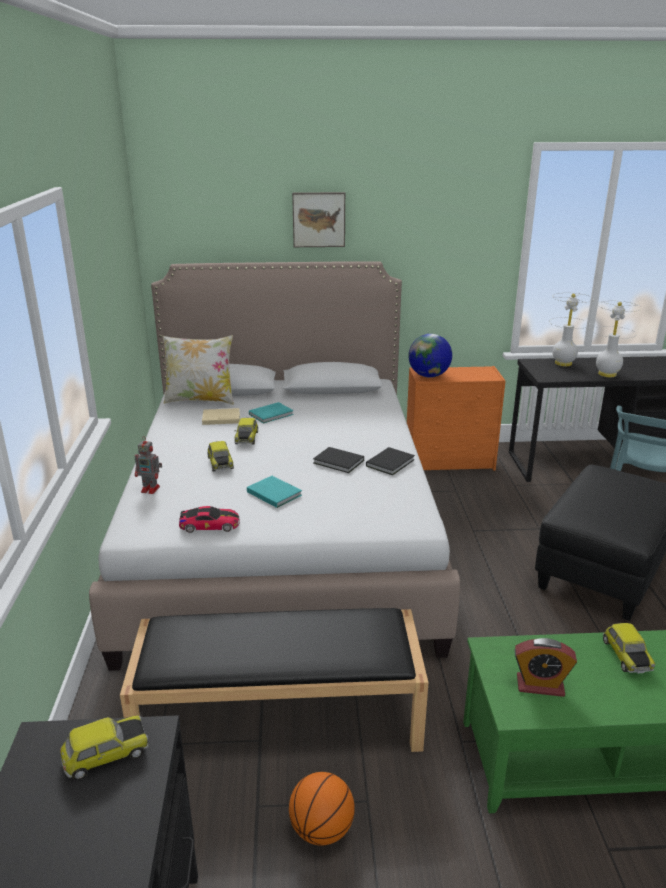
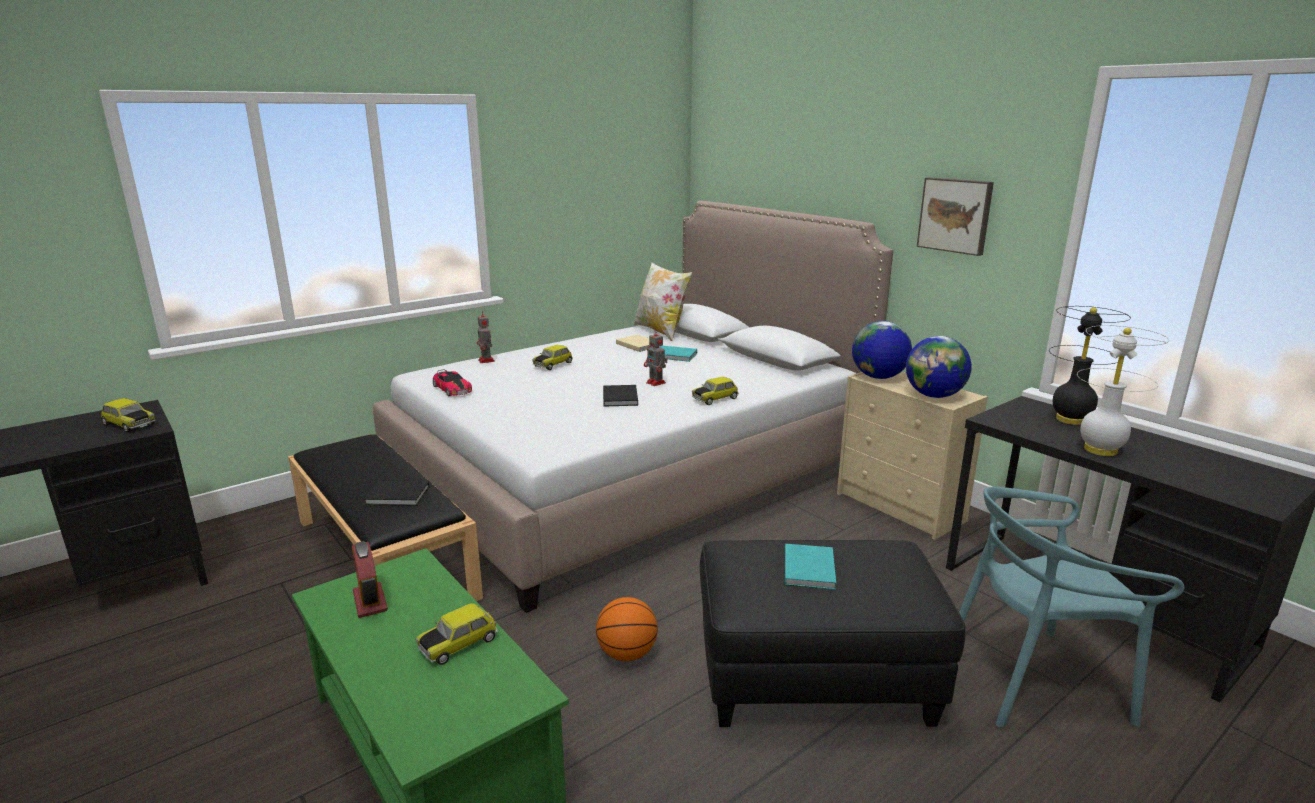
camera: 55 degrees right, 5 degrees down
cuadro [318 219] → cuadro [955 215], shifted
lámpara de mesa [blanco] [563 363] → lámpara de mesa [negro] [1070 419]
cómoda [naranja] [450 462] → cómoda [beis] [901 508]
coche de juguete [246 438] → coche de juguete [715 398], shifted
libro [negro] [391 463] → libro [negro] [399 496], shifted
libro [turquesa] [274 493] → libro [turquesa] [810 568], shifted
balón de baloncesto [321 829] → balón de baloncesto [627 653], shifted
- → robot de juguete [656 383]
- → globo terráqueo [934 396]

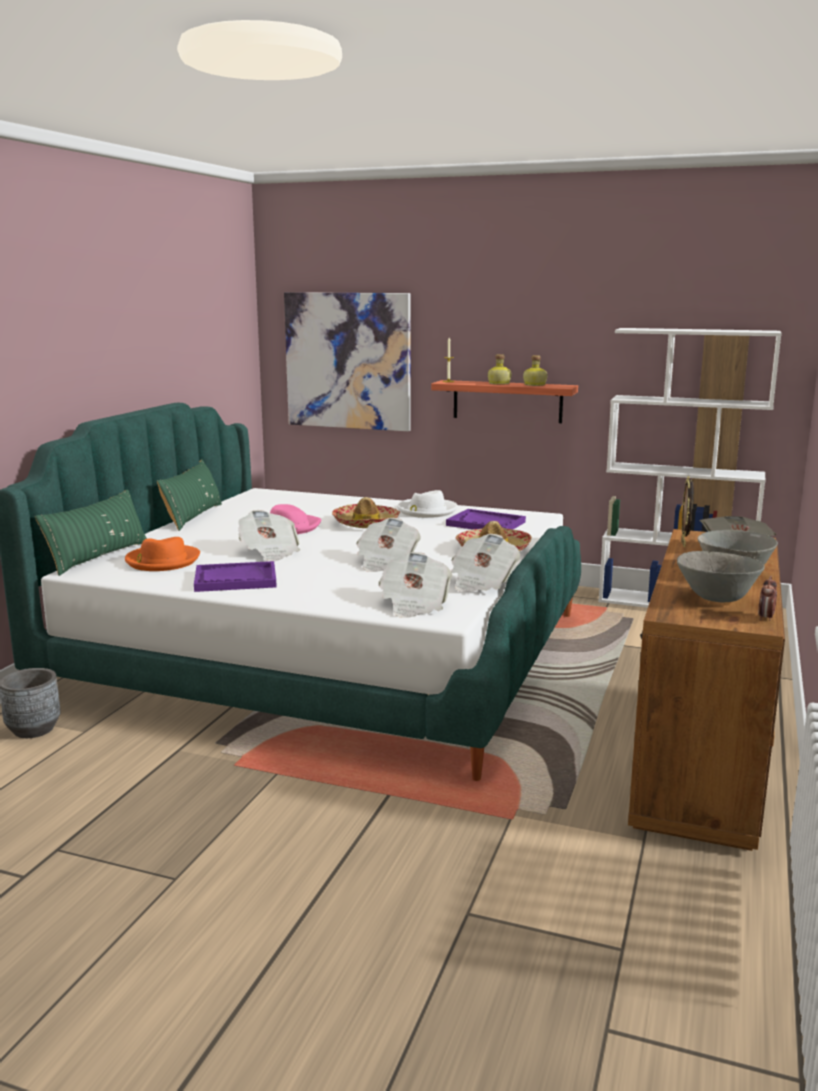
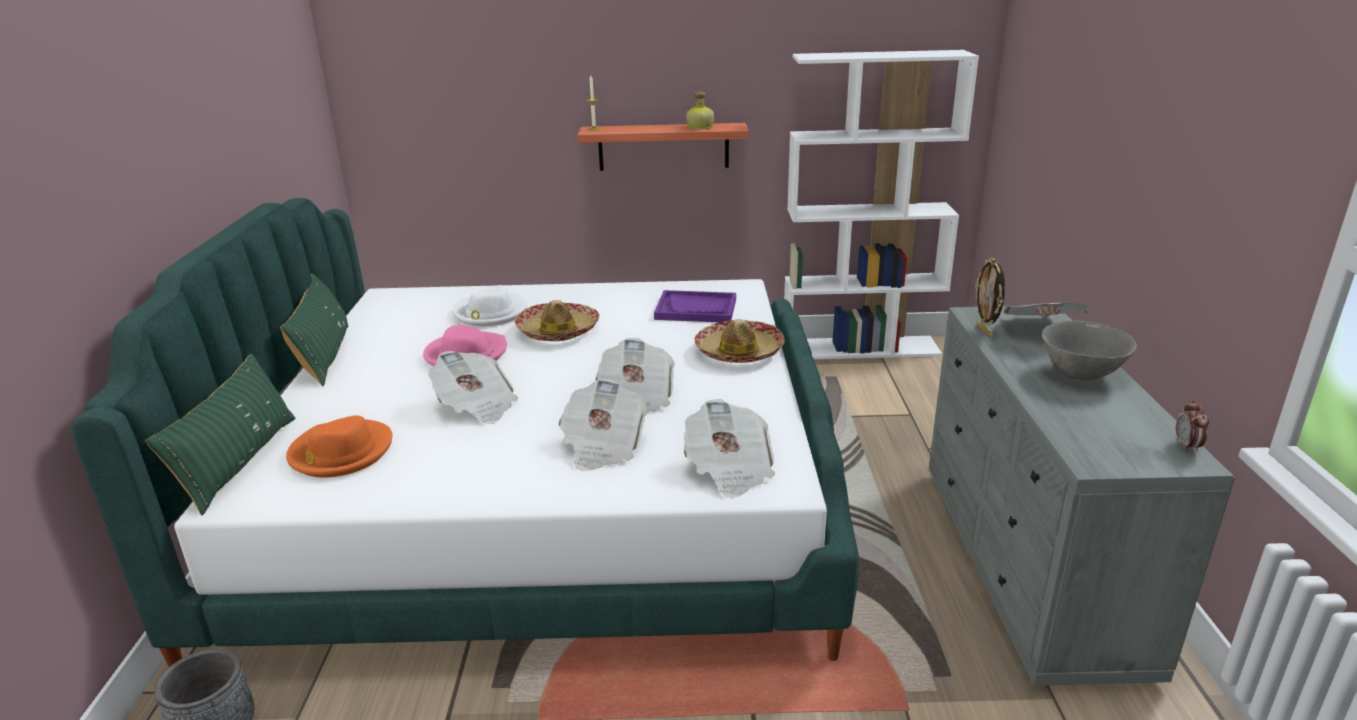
camera: 20 degrees left, 10 degrees up
cuadro [348 361] → -
botella [498 383] → -
sombrero [blanco] [426 511] → sombrero [blanco] [490 313], shifted
cómoda [marrón] [700 762] → cómoda [gris] [1029 566]
periódico [482 582] → periódico [602 446], shifted
cuenco [gris] [716 599] → -
bandeja [morado] [235 579] → -

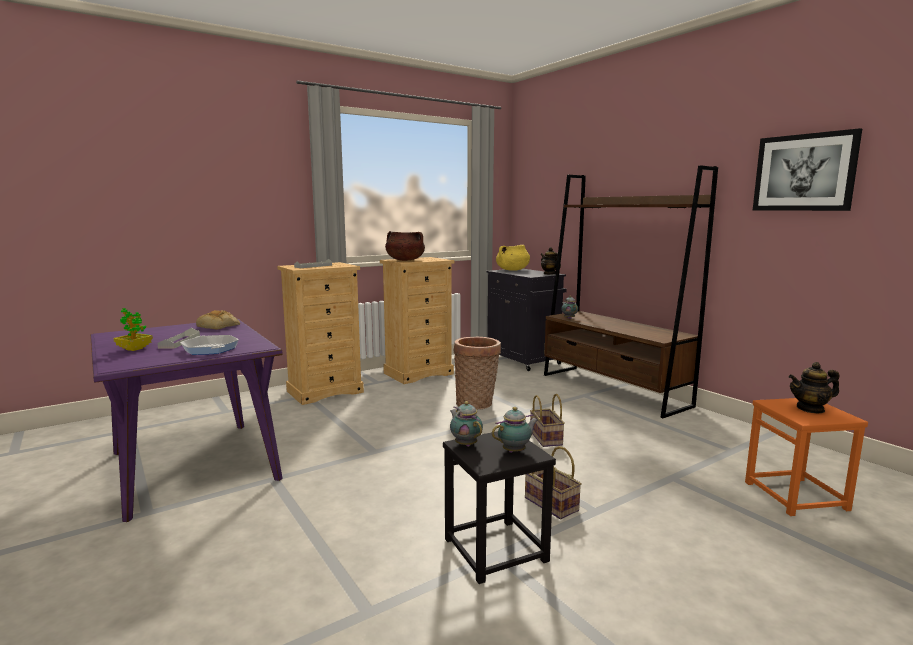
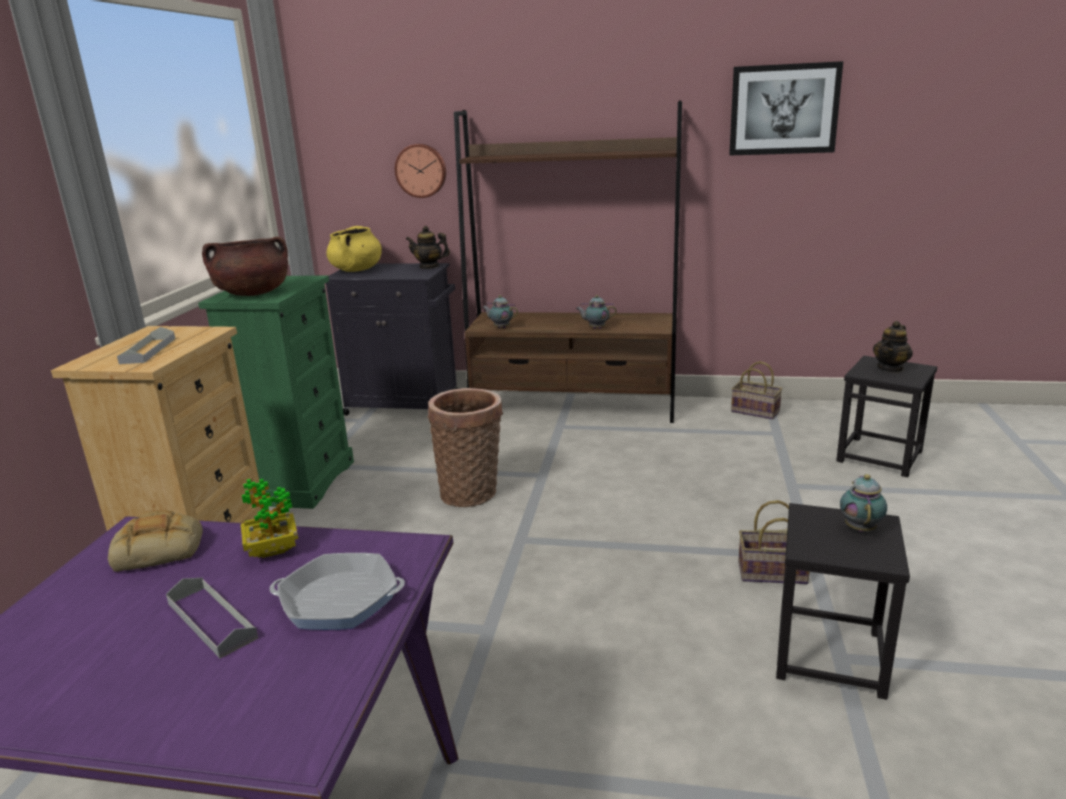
camera: 45 degrees left, 10 degrees up
cómoda [beis] [418 373] → cómoda [verde] [300 481]
planta en maceta [134 349] → planta en maceta [272 549], shifted
cesta [547 438] → cesta [756 411], shifted
taburete [naranja] [796 496] → taburete [negro] [879 456]
tetera [465 444] → tetera [596 328], shifted
- → reloj de pared [421 170]

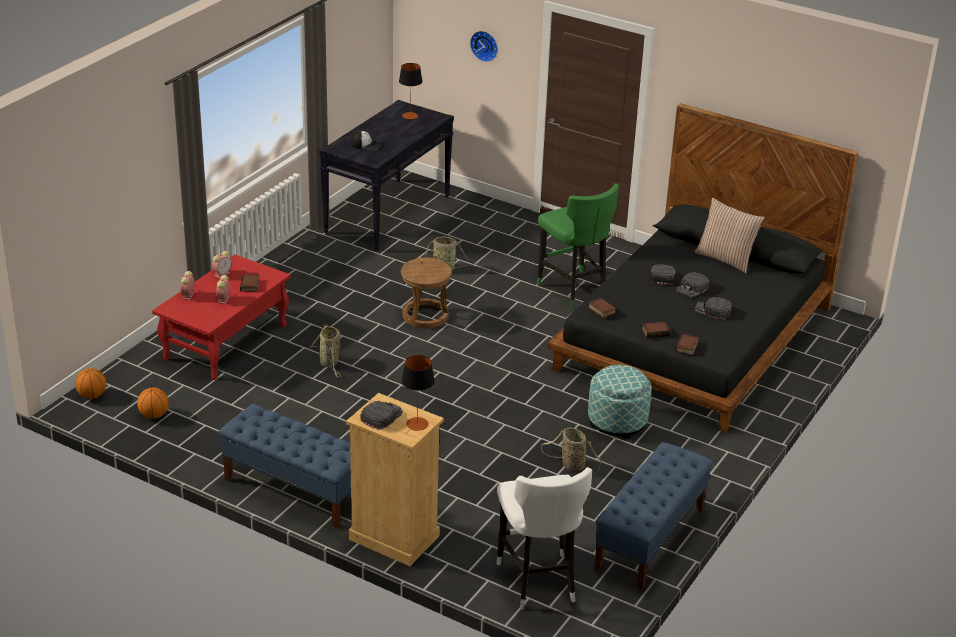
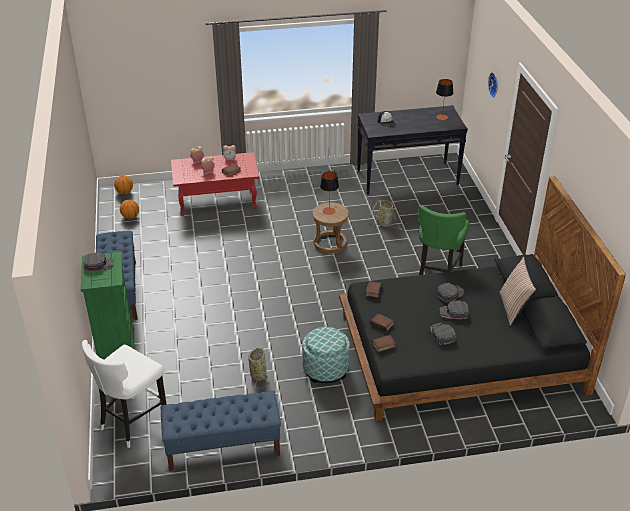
camera: 50 degrees right, 5 degrees up
cesta [329 363] → -
lámpara de mesa [417 424] → lámpara de mesa [329 211], shifted
cómoda [beis] [393 537] → cómoda [verde] [115 346]

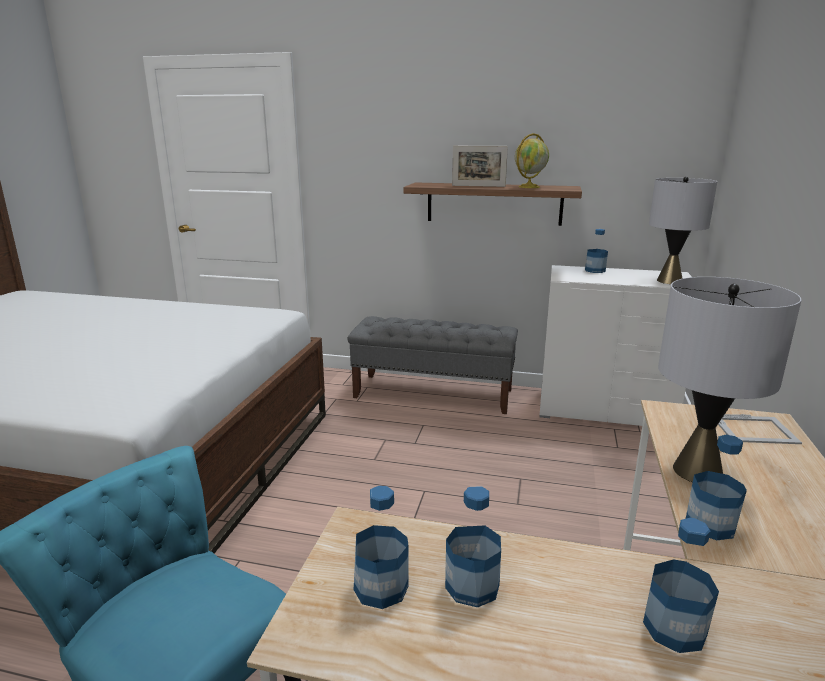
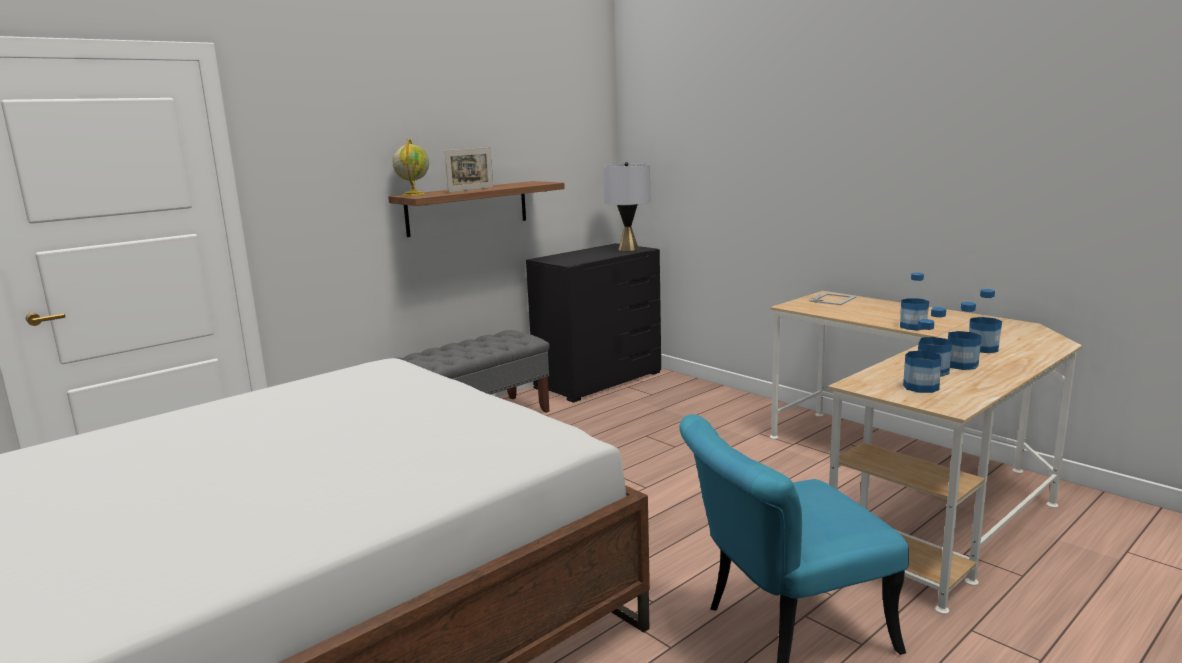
camera: 55 degrees left, 5 degrees down
globo terráqueo [529 187] → globo terráqueo [413 194], shifted
botella [595 270] → botella [961 365], shifted
cómoda [blanco] [604 409] → cómoda [negro] [597 380]
lámpara de mesa [gris] [698 472] → -

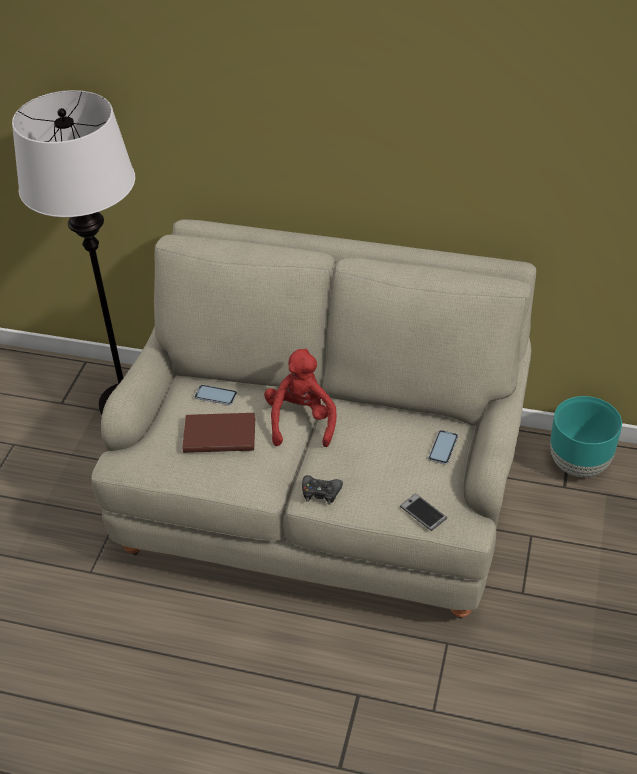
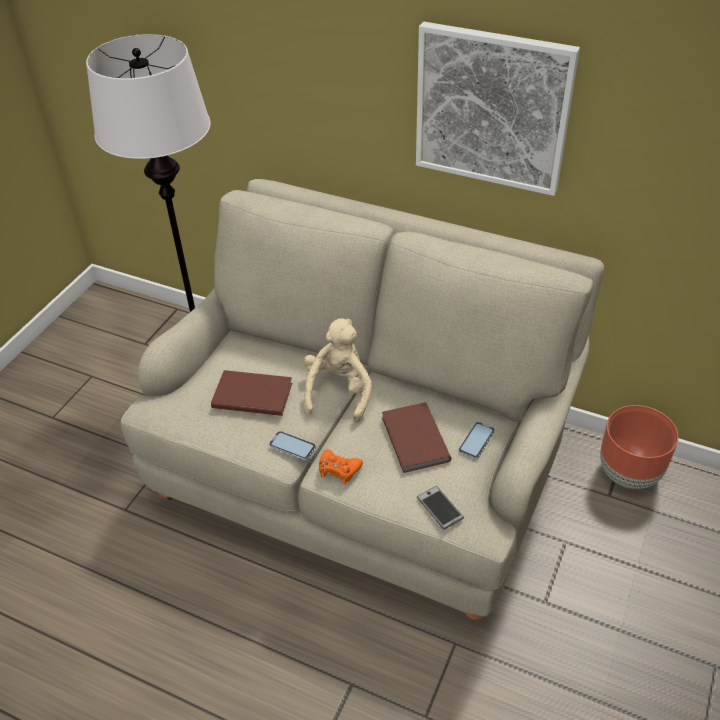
camera: 10 degrees right, 0 degrees up
peluche [rojo] [301 420] → peluche [beis] [339 392]
móvil [216 395] → móvil [292 446], shifted
maceta [turquesa] [579 464] → maceta [marrón] [629 474]
mando de consola [negro] [321 492] → mando de consola [naranja] [338 469]
- → cuadro [492 108]
- → libro [marrón] [413 440]

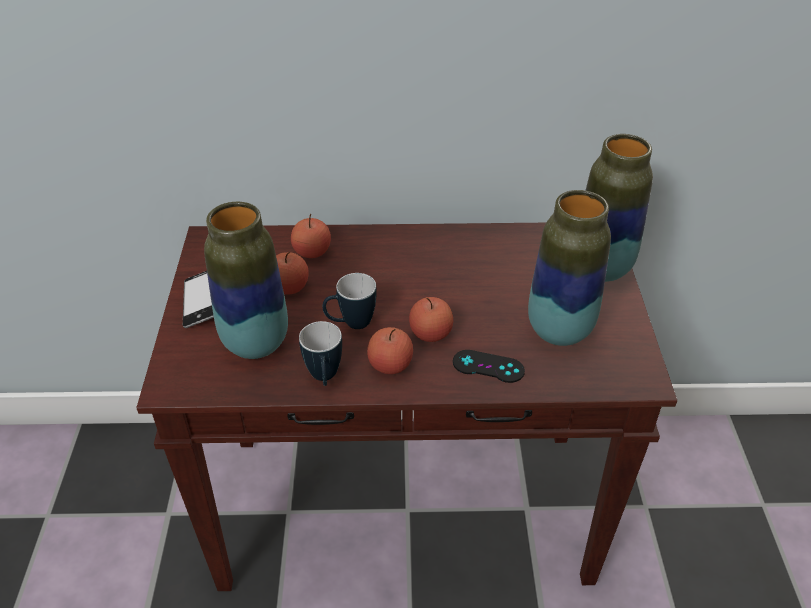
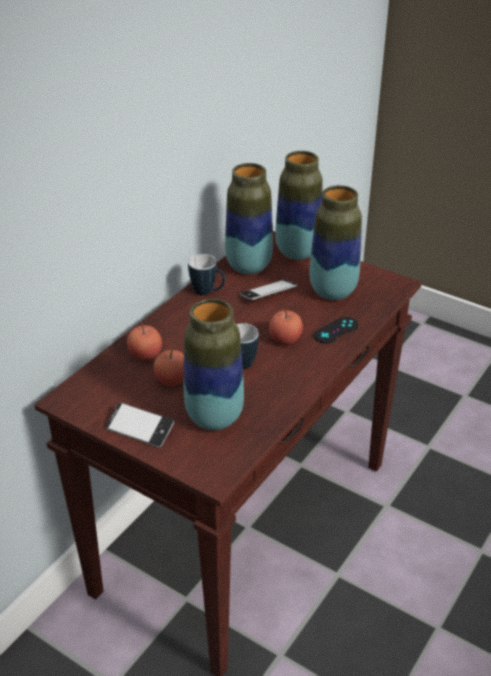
camera: 55 degrees left, 5 degrees down
taza grande [324 379] → taza grande [208 292], shifted
manzana [390 365] → -
- → florero [248 266]
- → móvil [268 294]

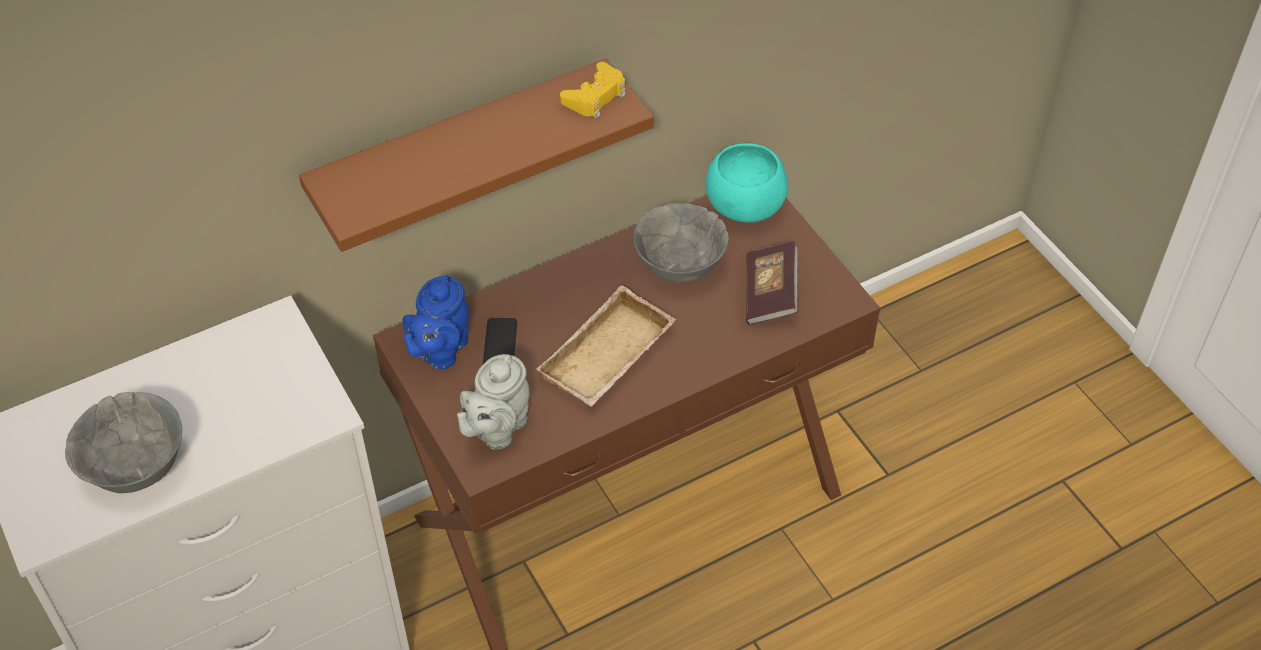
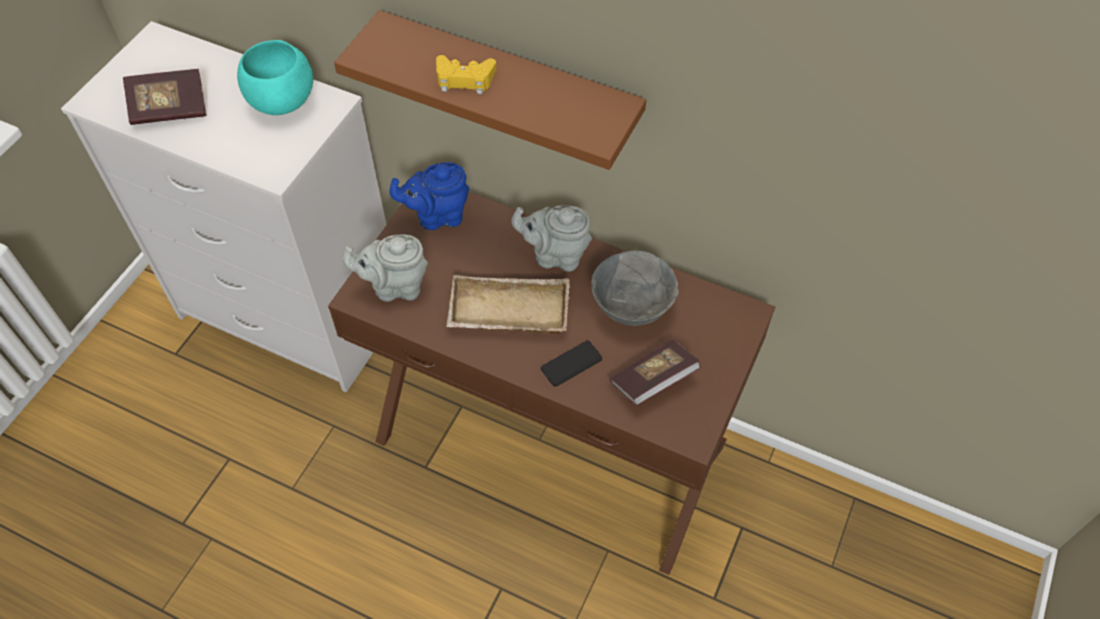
camera: 55 degrees right, 5 degrees up
mando de consola [amarillo] [595 96] → mando de consola [amarillo] [464 79], shifted
cuenco [turquesa] [744 206] → cuenco [turquesa] [283 101], shifted
móvil [500 345] → móvil [571 364], shifted
cuenco [gris] [135 466] → libro [170 109]
- → tetera [gris] [555 255]

